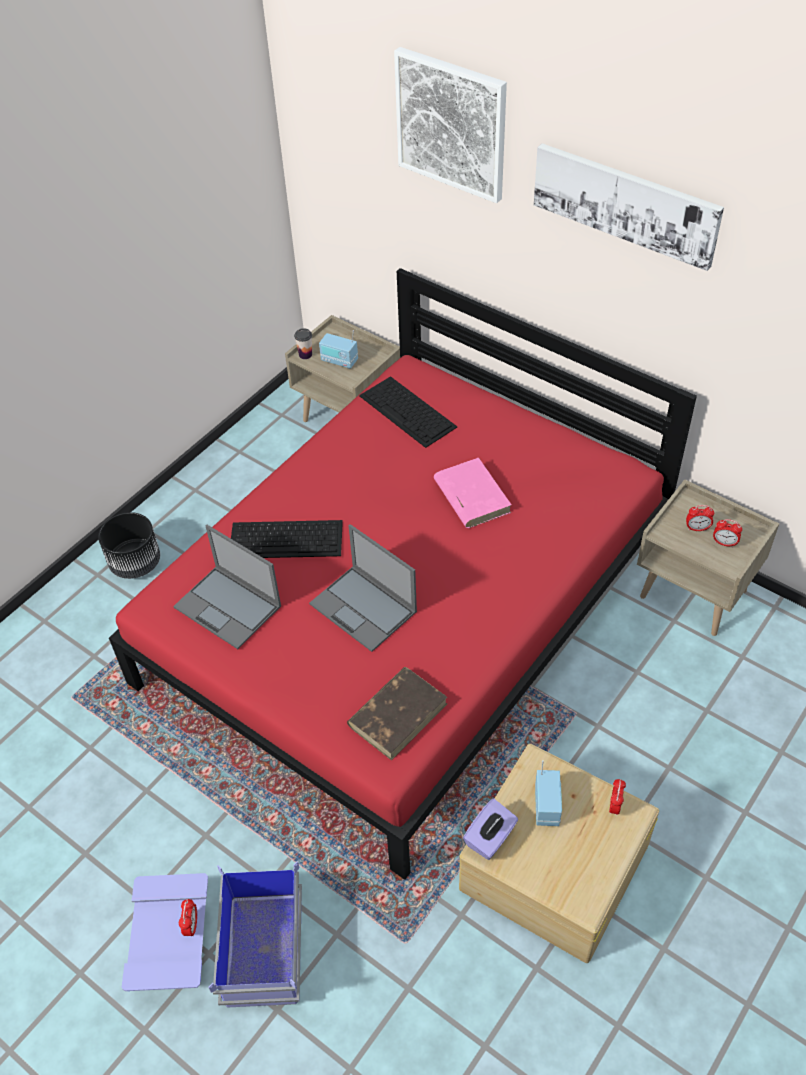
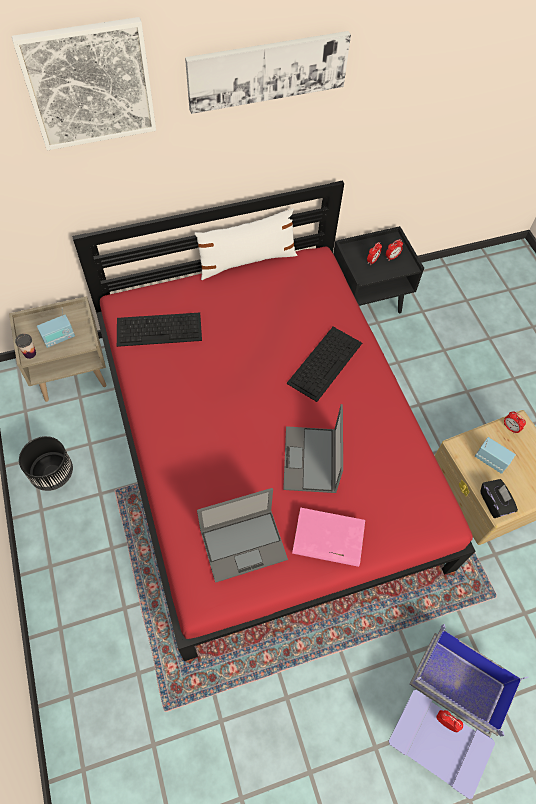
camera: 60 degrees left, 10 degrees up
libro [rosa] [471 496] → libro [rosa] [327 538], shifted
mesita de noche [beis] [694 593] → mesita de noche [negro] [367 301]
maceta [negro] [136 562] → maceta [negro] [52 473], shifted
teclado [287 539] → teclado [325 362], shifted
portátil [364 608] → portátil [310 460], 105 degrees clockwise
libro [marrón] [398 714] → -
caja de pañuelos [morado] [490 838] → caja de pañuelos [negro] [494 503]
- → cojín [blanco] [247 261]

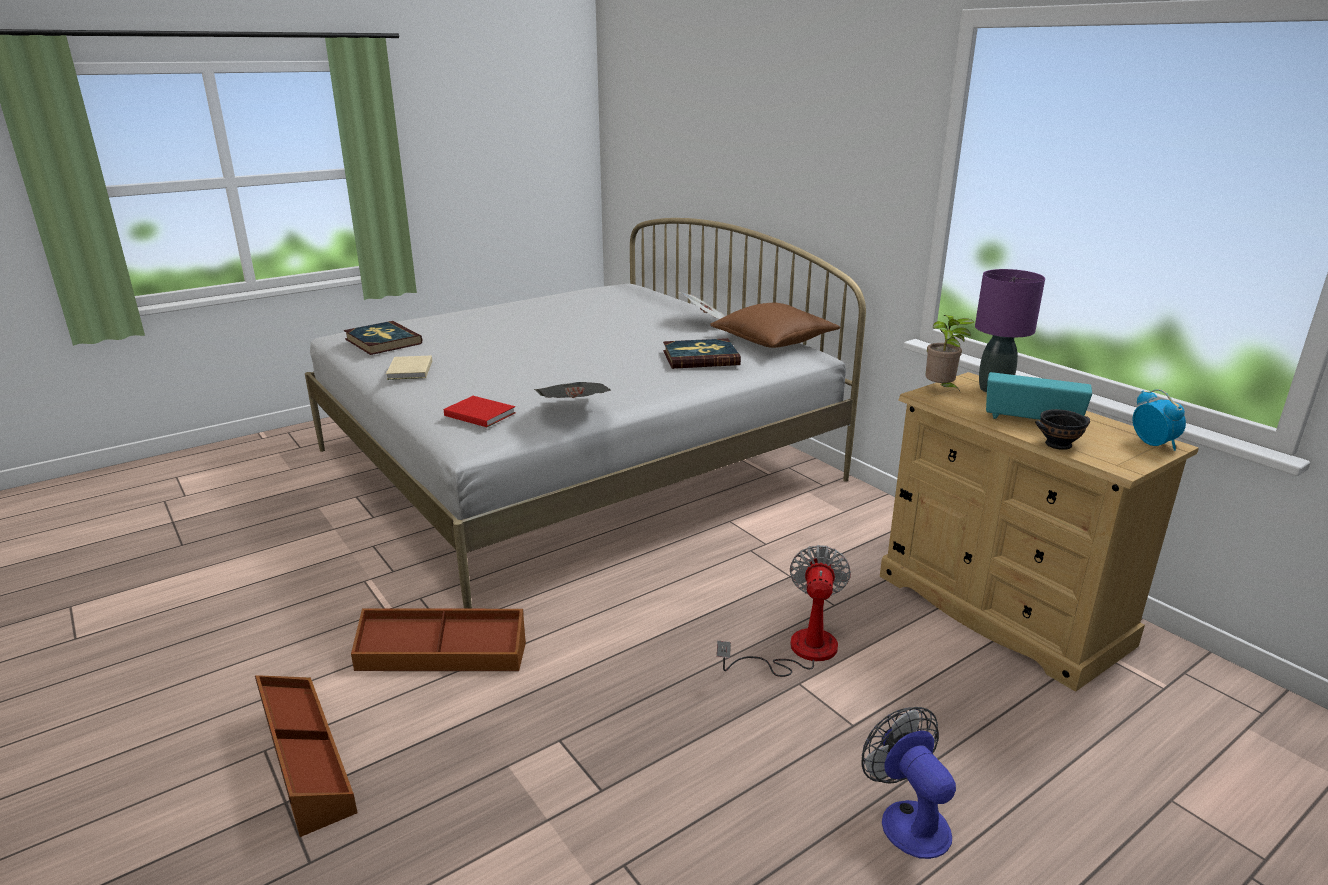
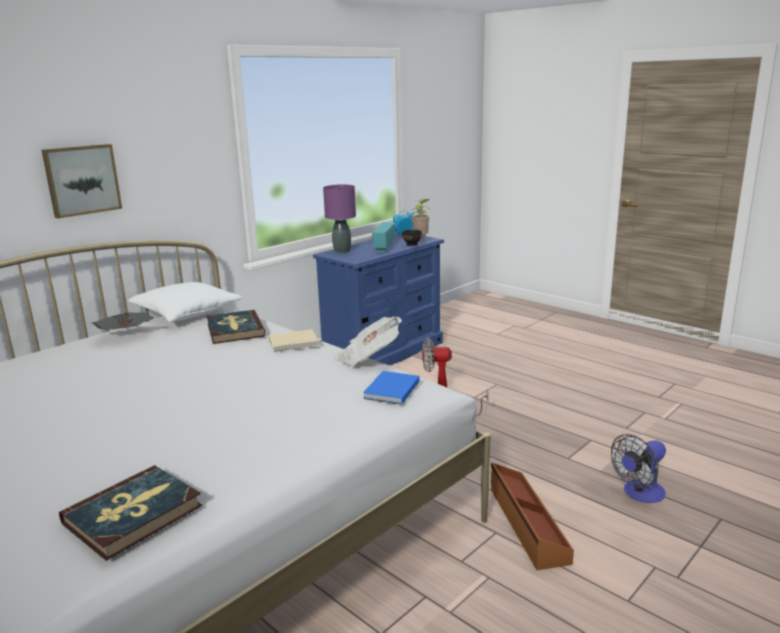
camera: 100 degrees left, 5 degrees down
cojín [marrón] [774 341] → cojín [blanco] [187 313]
planta en maceta [941 390] → planta en maceta [421 239], shifted
libro [beis] [409 370] → libro [beis] [295 343], shifted
cómoda [beis] [1001 609] → cómoda [azul] [384 353]
libro [rojo] [479 413] → libro [azul] [390 390]
caja de almacenaje [marrón] [304 760] → -
ventilador [907 819] → ventilador [639 494], shifted
- → cuadro [82 180]

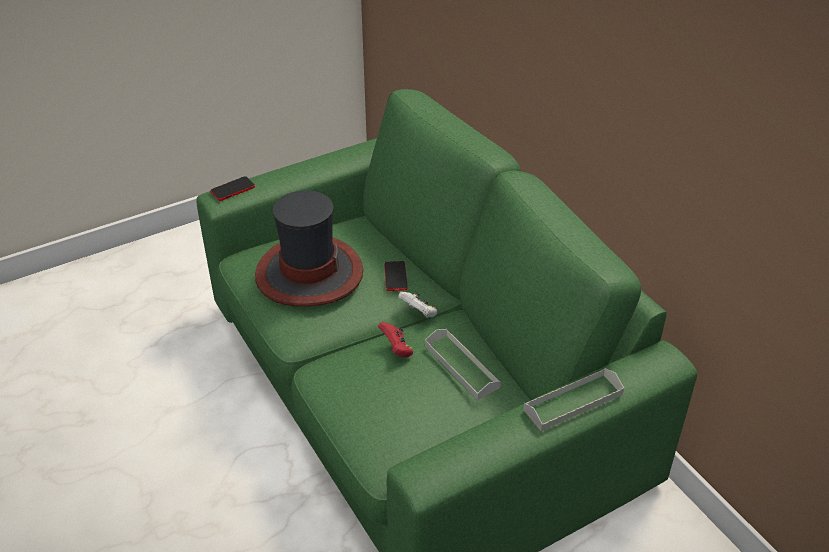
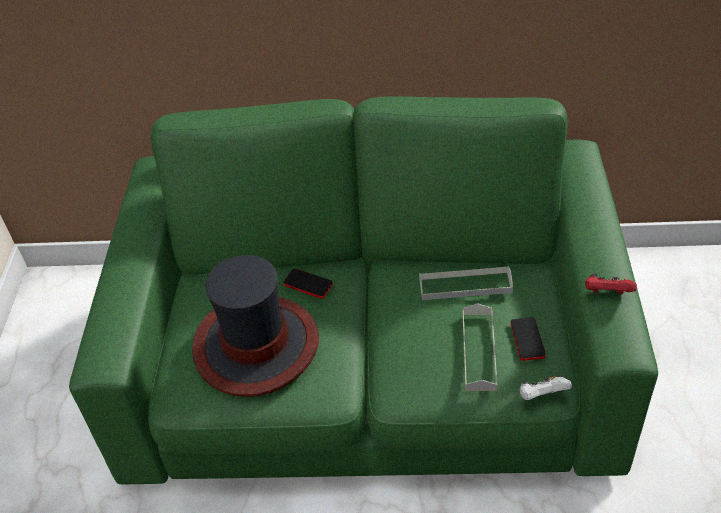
camera: 55 degrees left, 5 degrees up
móvil [232 189] → móvil [527 339], shifted
mando de consola [blanco] [419 313] → mando de consola [blanco] [541 396], shifted
mando de consola [rojo] [396 349] → mando de consola [rojo] [607 294], shifted
bandeja [gris] [573 402] → bandeja [gris] [479 351], shifted

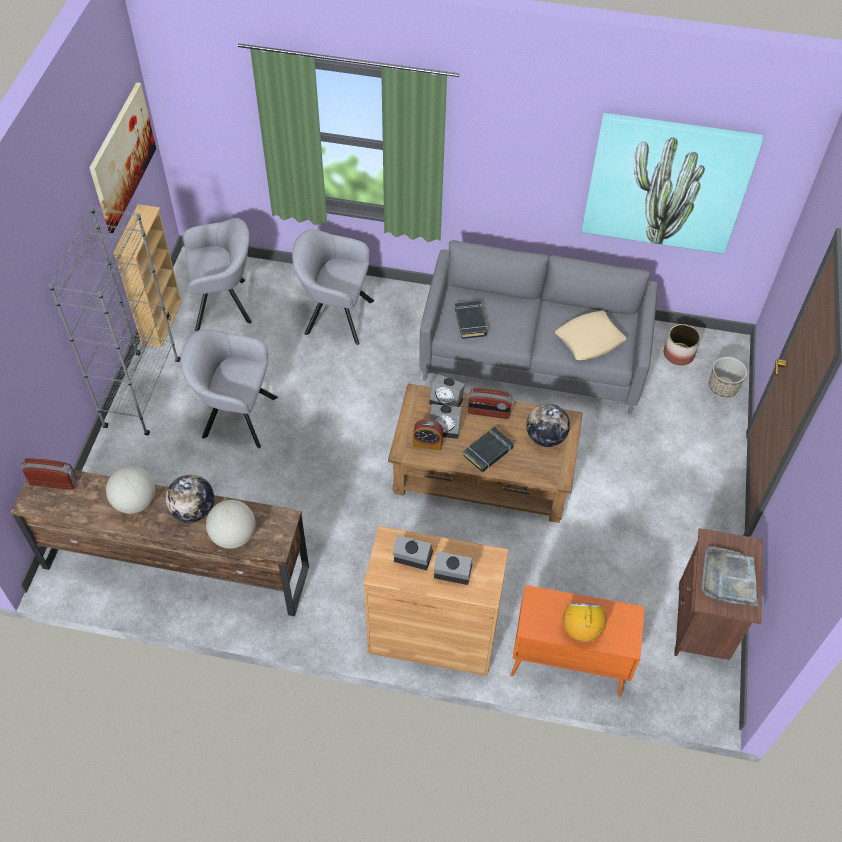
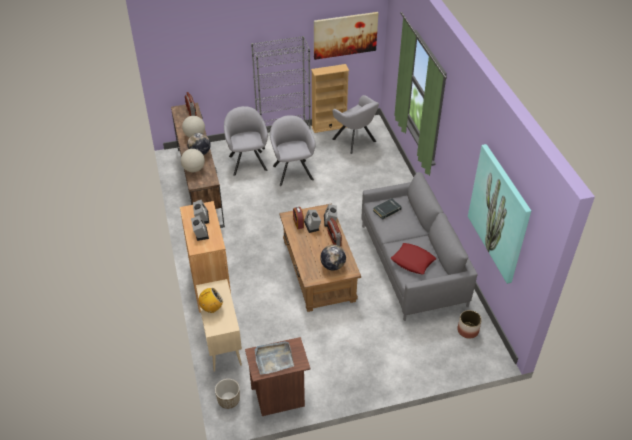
camera: 65 degrees right, 10 degrees down
sillón [gris] [335 316] → sillón [gris] [247 161], shifted
cojín [beis] [589 339] → cojín [rojo] [413 261]
maceta [723 387] → maceta [228 400], shifted
libro [negro] [488 452] → -
armario [naranja] [567 664] → armario [beis] [222 342]

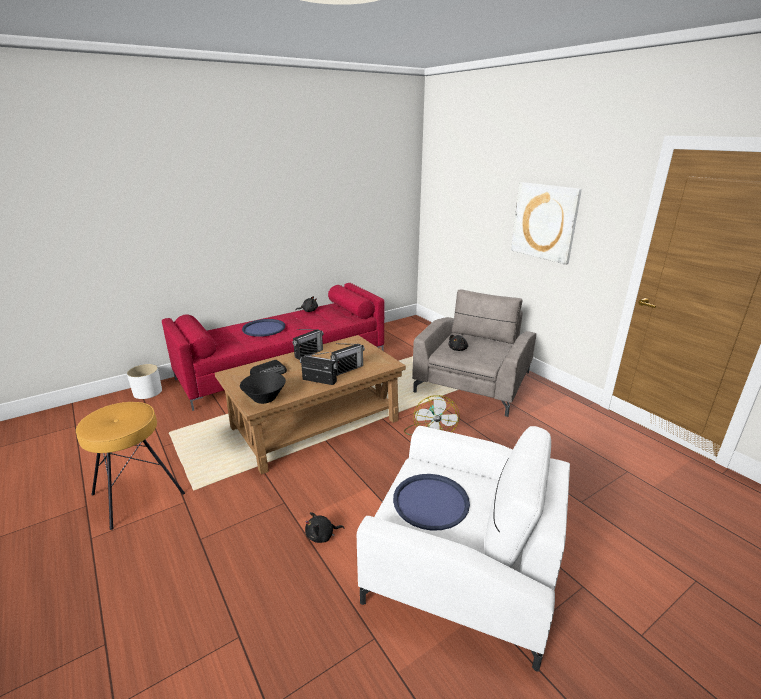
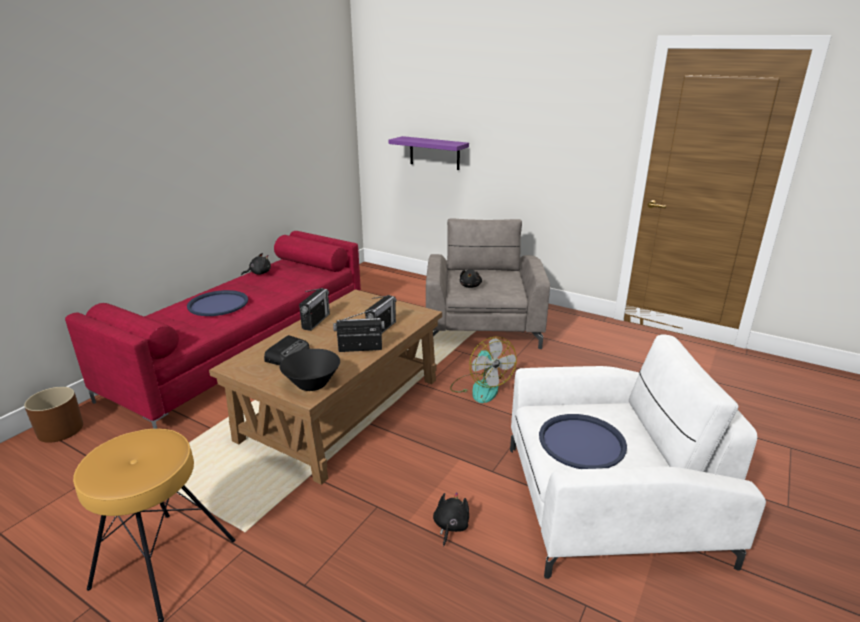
camera: 25 degrees left, 0 degrees up
cuadro [545 222] → -
maceta [blanco] [148 392] → maceta [marrón] [60 429]
peluche [negro] [322 536] → peluche [negro] [450 526], 150 degrees clockwise
- → estante [morado] [434 153]

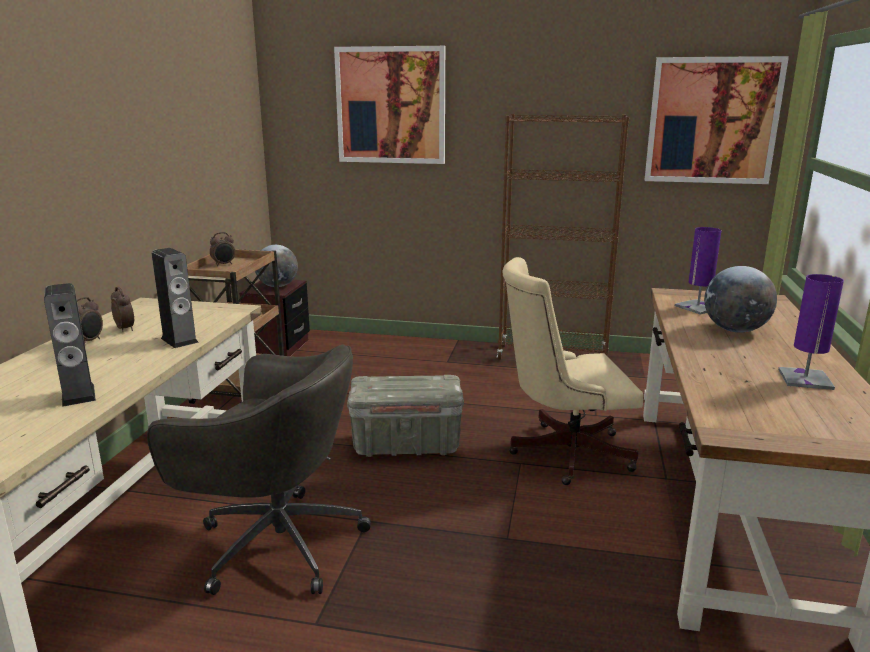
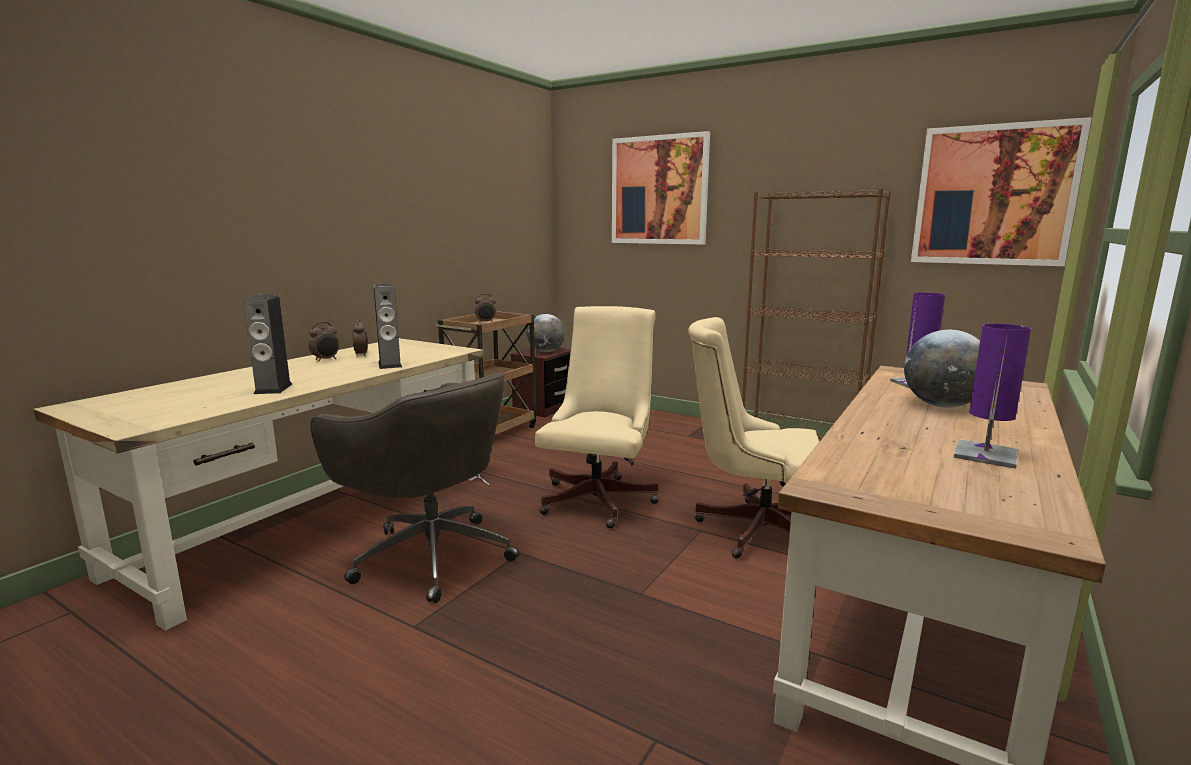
camera: 20 degrees right, 5 degrees down
caja de almacenaje [gris] [407 444] → silla de oficina [beis] [601 497]

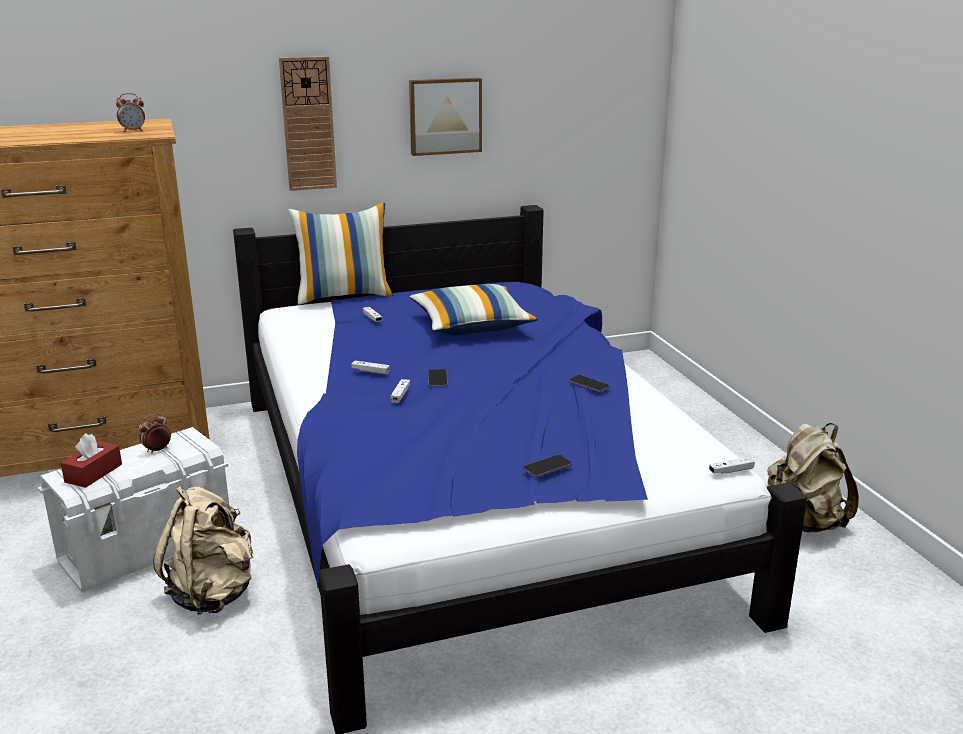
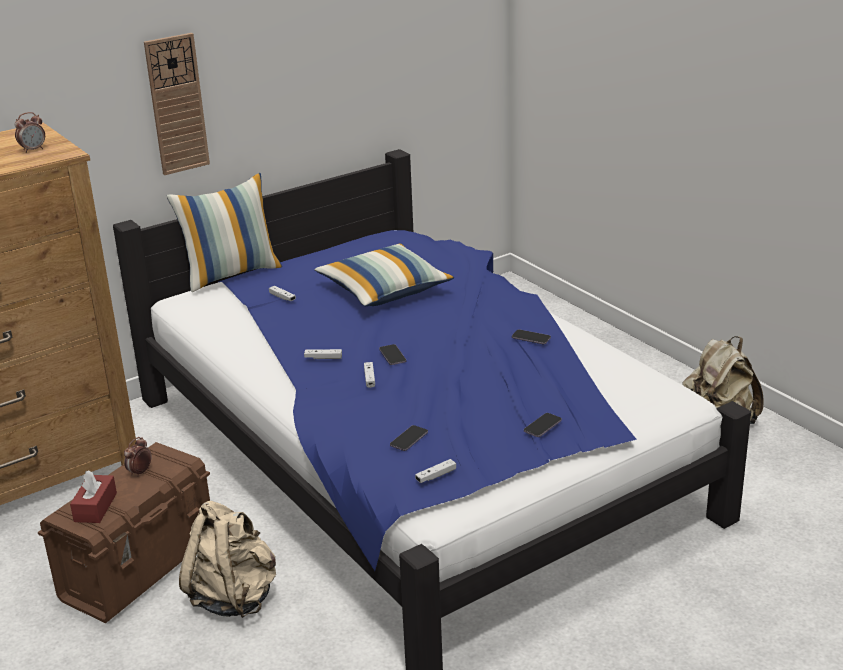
camera: 15 degrees left, 5 degrees up
cuadro [444 116] → -
caja de almacenaje [blanco] [148 548] → caja de almacenaje [marrón] [140 568]
mando de consola [blanco] [731 471] → mando de consola [blanco] [436 476], shifted
- → móvil [409 439]

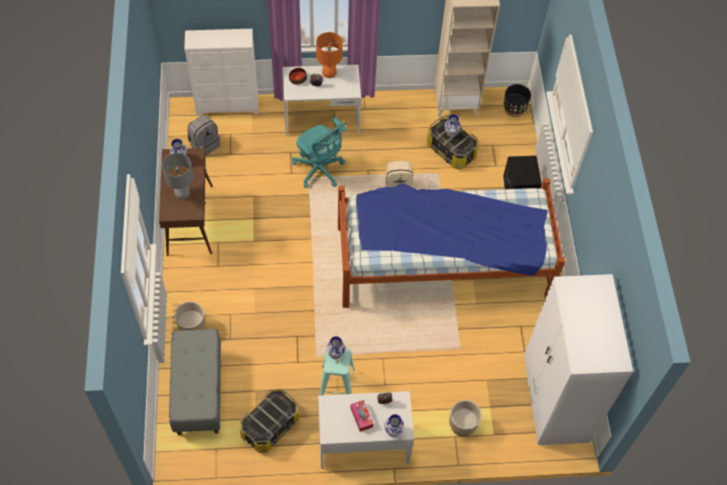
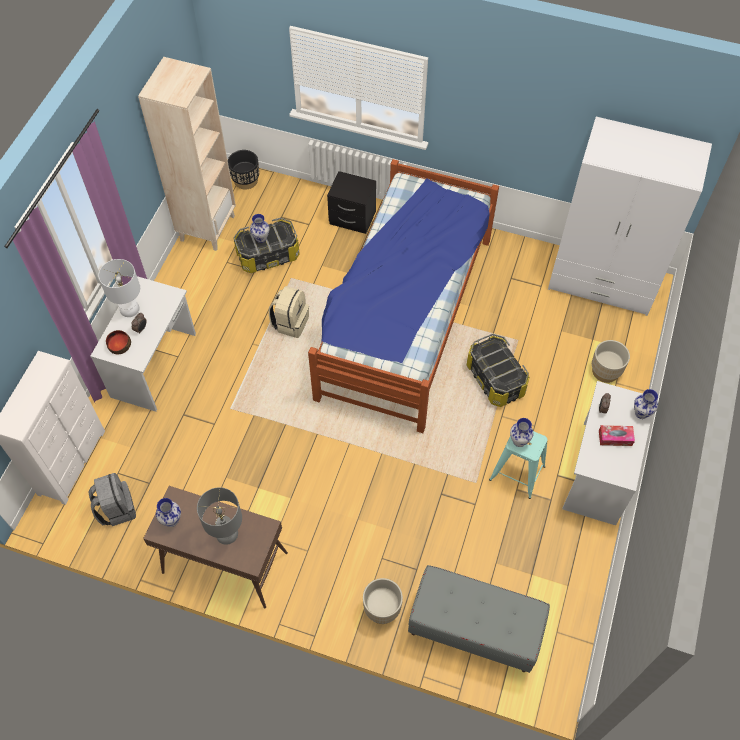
camera: 65 degrees left, 0 degrees up
lámpara de mesa [naranja] [329 72] → lámpara de mesa [blanco] [130 309]
silla de oficina [turquesa] [320 170] → -
caja de almacenaje [270 426] → caja de almacenaje [496 379], shifted

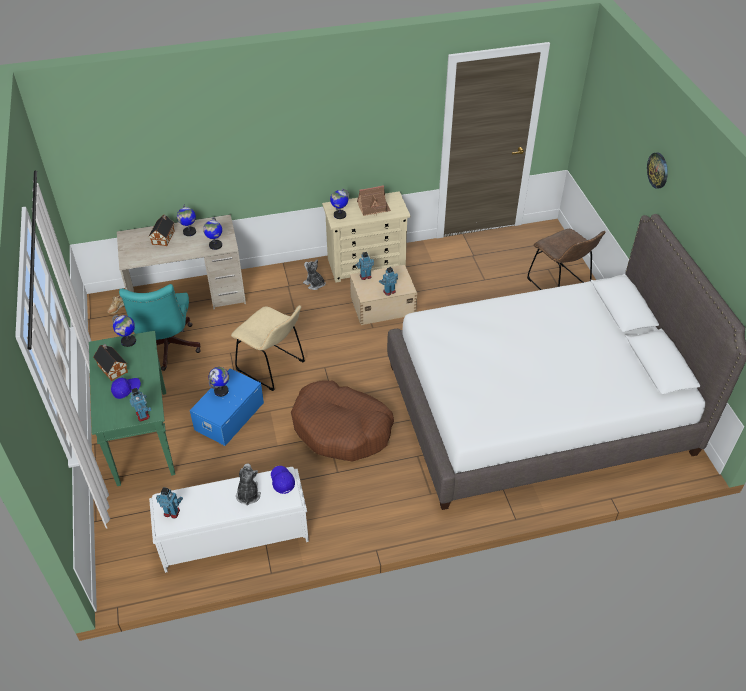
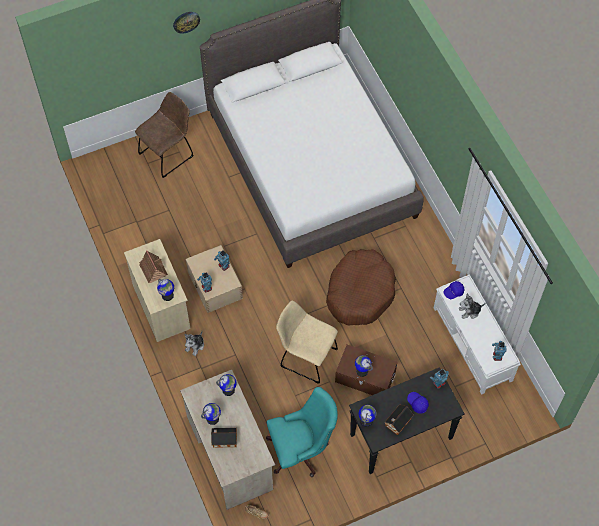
camera: 100 degrees left, 15 degrees up
silla [beis] [273 367] → silla [beis] [306 356], 90 degrees counterclockwise
mesa consola [verde] [142 436] → mesa consola [negro] [400 437]
caja de almacenaje [azul] [228 416] → caja de almacenaje [marrón] [365 377]

